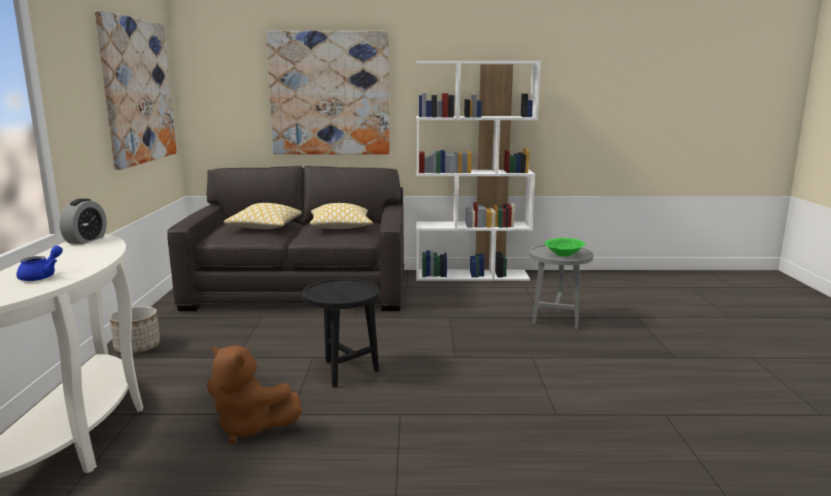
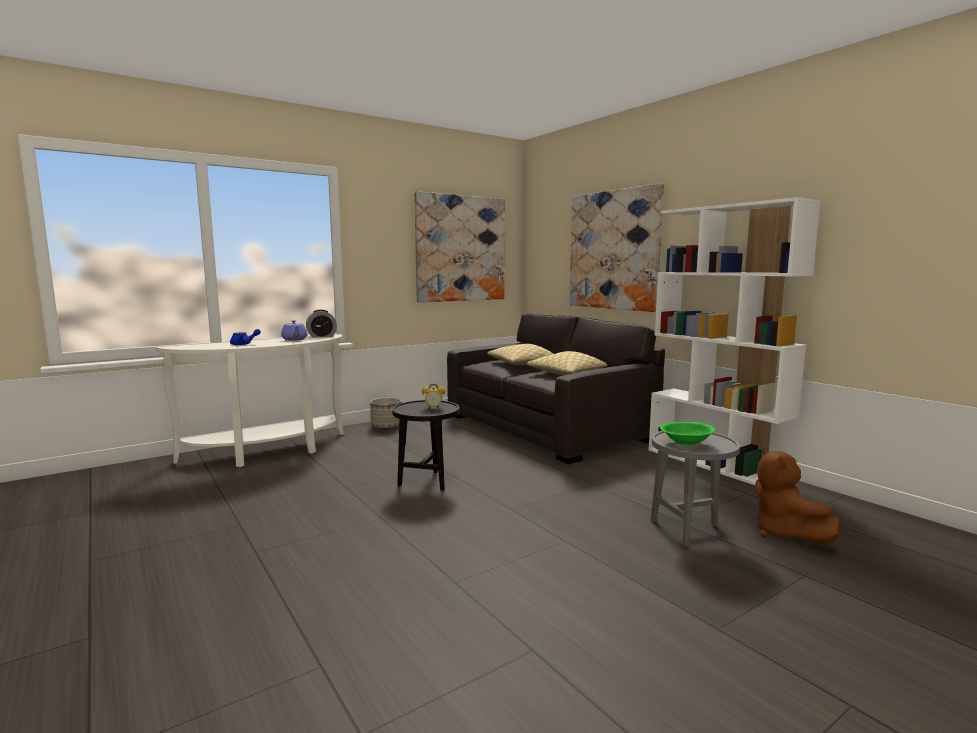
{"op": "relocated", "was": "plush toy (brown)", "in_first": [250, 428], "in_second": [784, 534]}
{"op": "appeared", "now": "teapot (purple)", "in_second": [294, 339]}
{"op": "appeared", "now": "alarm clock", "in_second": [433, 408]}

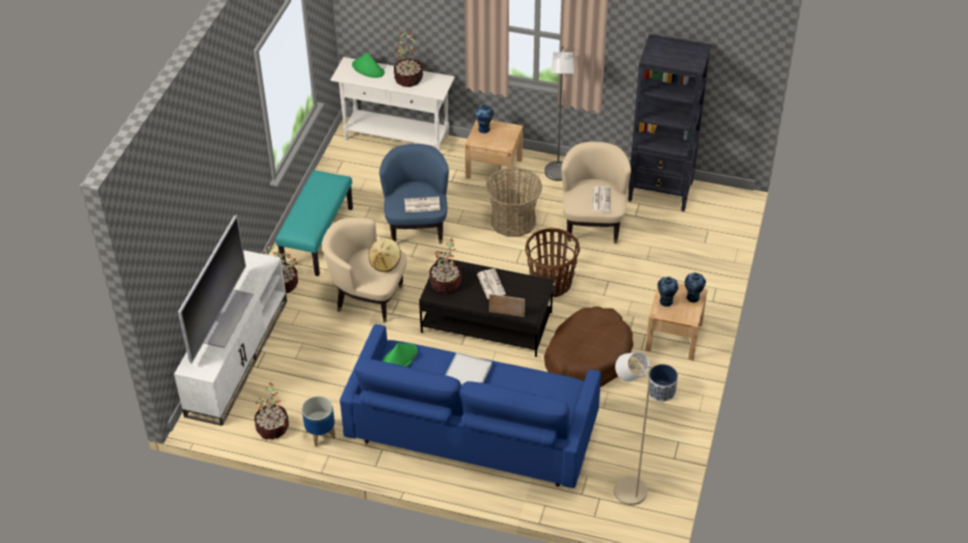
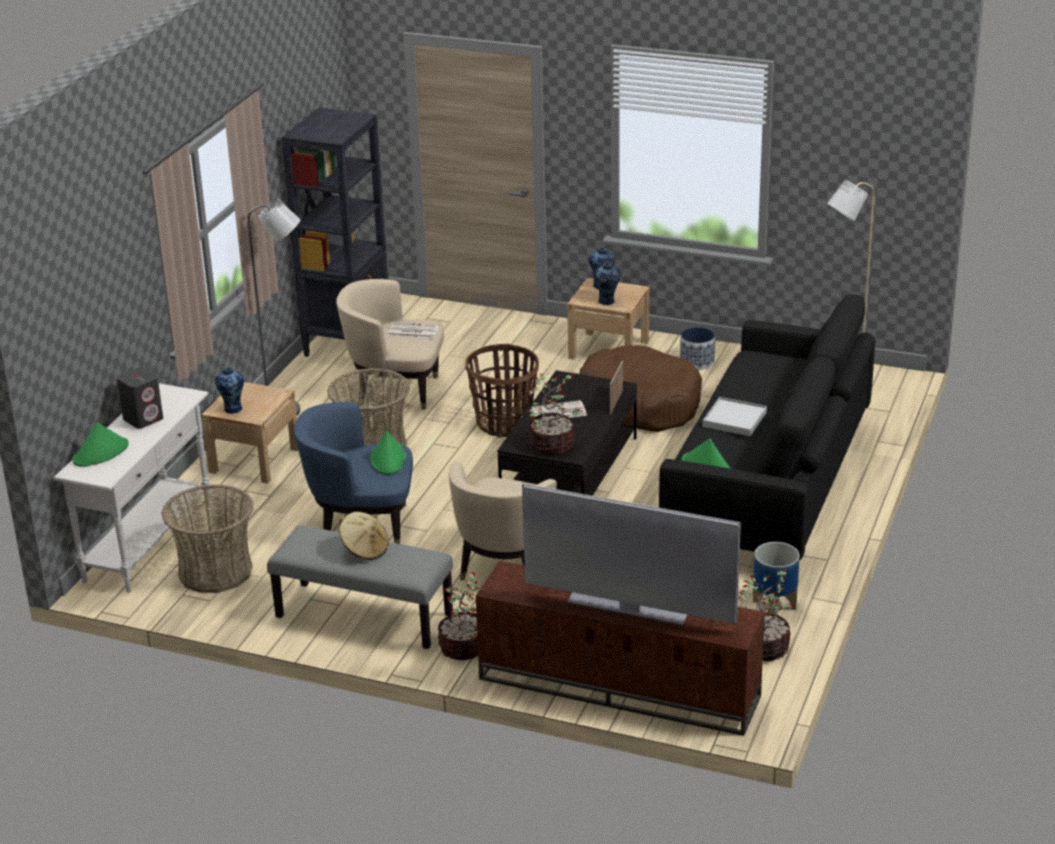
{"op": "exchanged", "was": "potted plant", "now": "speaker (grey)", "in_first": [408, 78], "in_second": [143, 418]}
{"op": "colour", "was": "bench (turquoise)", "now": "bench (grey)", "in_first": [317, 237], "in_second": [363, 616]}
{"op": "exchanged", "was": "newspaper", "now": "hat (green)", "in_first": [421, 205], "in_second": [388, 459]}
{"op": "relocated", "was": "hat (beige)", "in_first": [385, 262], "in_second": [364, 549]}
{"op": "colour", "was": "tv stand (white)", "now": "tv stand (brown)", "in_first": [237, 356], "in_second": [616, 688]}
{"op": "colour", "was": "sofa (blue)", "now": "sofa (black)", "in_first": [471, 434], "in_second": [769, 487]}
{"op": "appeared", "now": "basket", "in_second": [215, 572]}

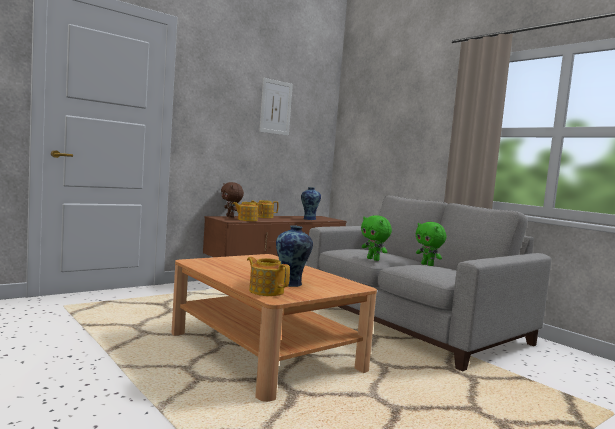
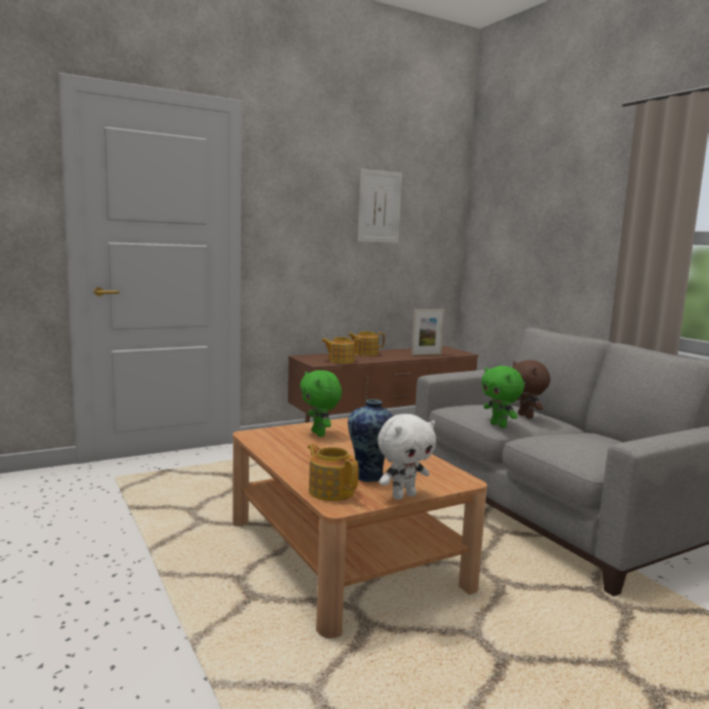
{"op": "relocated", "was": "plush toy (brown)", "in_first": [230, 216], "in_second": [526, 416]}
{"op": "exchanged", "was": "vase", "now": "picture frame", "in_first": [309, 219], "in_second": [426, 354]}
{"op": "relocated", "was": "plush toy (green)", "in_first": [428, 265], "in_second": [319, 434]}
{"op": "appeared", "now": "plush toy (white)", "in_second": [403, 496]}

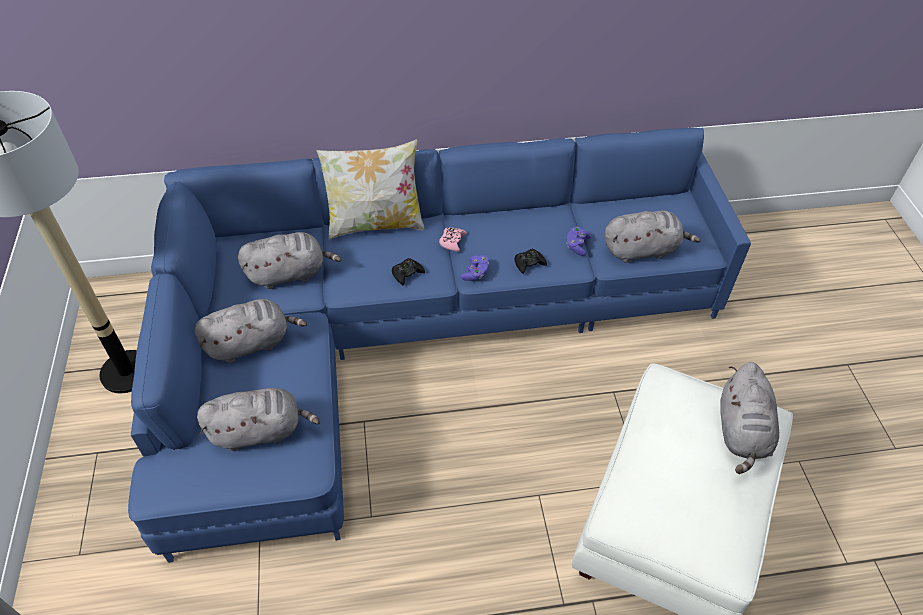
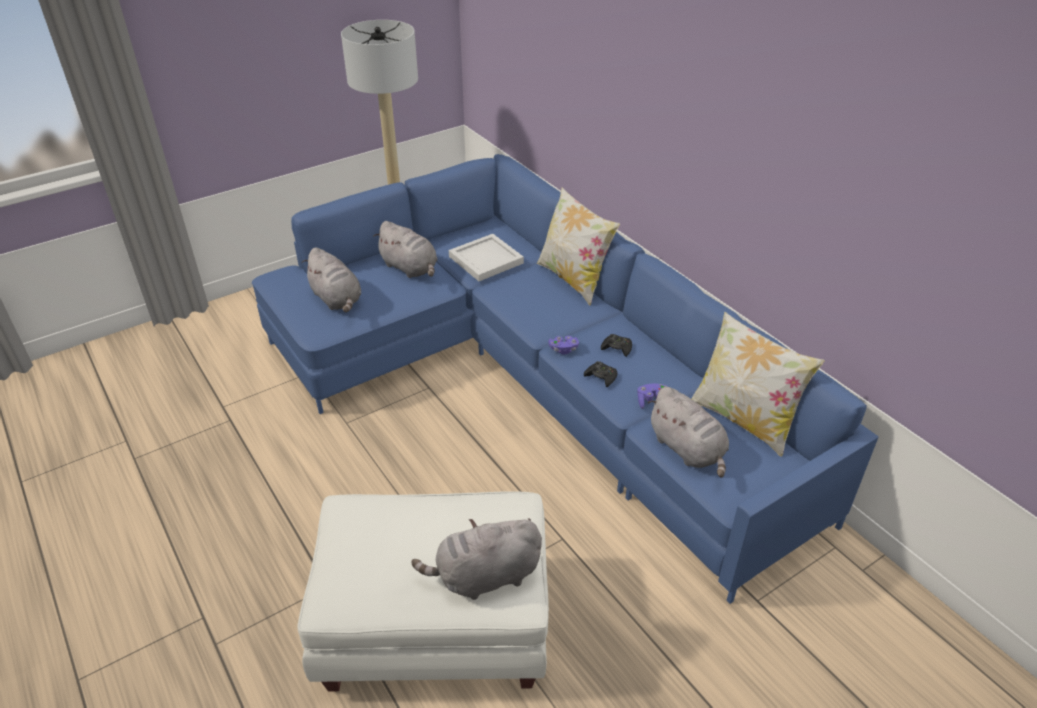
{"op": "missing", "was": "game controller (pink)", "in_first": [452, 241]}
{"op": "exchanged", "was": "plush toy (grey)", "now": "tray (white)", "in_first": [290, 274], "in_second": [487, 260]}
{"op": "relocated", "was": "game controller (black)", "in_first": [407, 274], "in_second": [617, 348]}
{"op": "appeared", "now": "pillow", "in_second": [743, 420]}

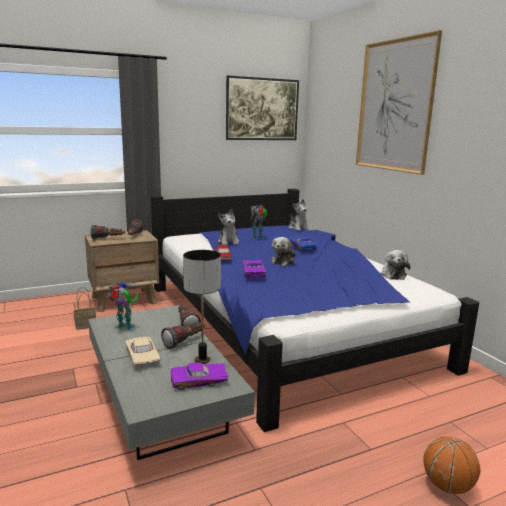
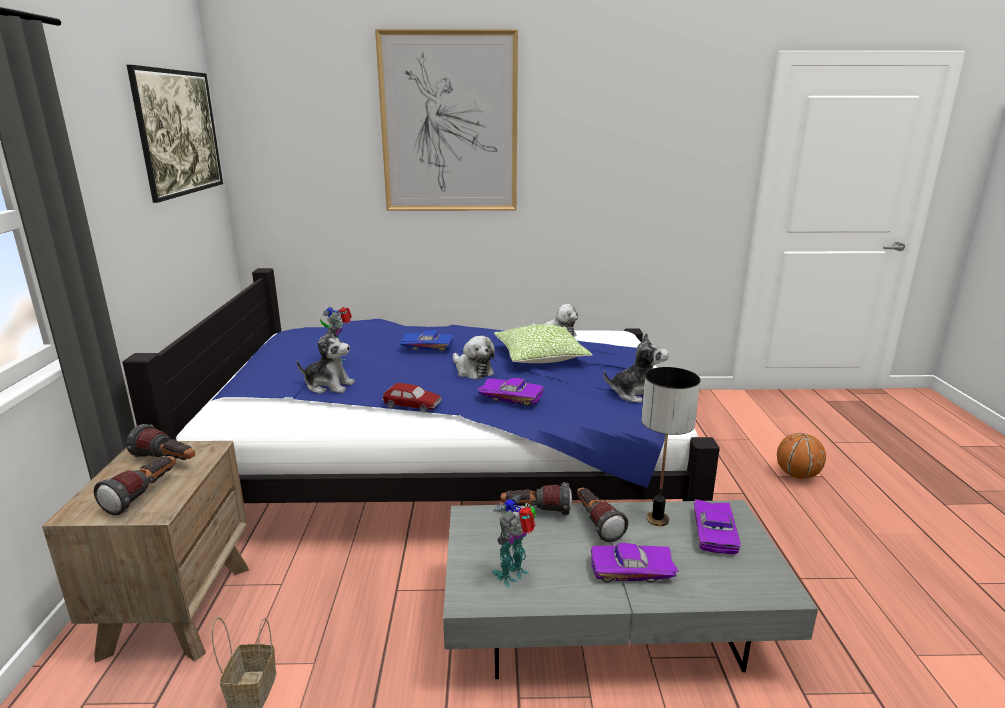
{"op": "relocated", "was": "plush toy", "in_first": [298, 228], "in_second": [635, 394]}
{"op": "colour", "was": "toy car (beige)", "now": "toy car (purple)", "in_first": [141, 357], "in_second": [632, 572]}
{"op": "appeared", "now": "pillow", "in_second": [540, 357]}

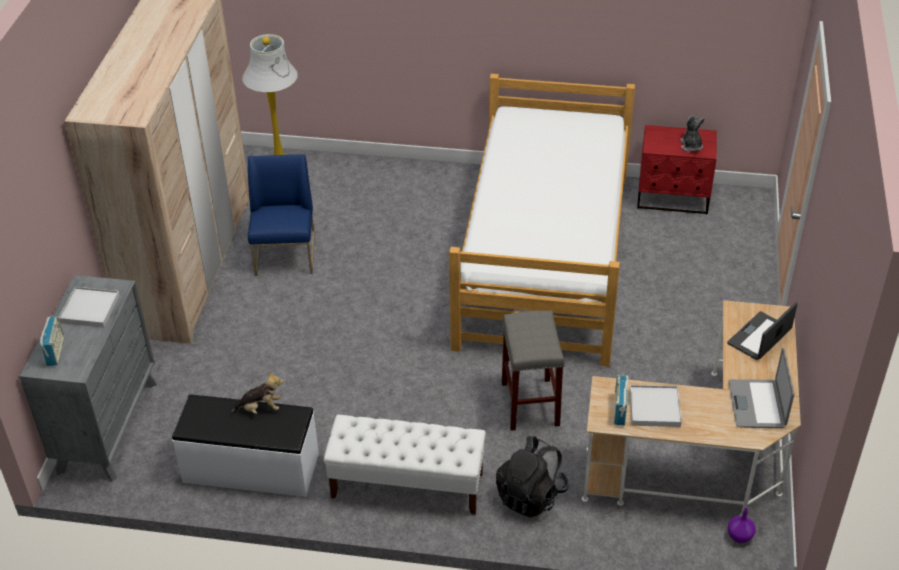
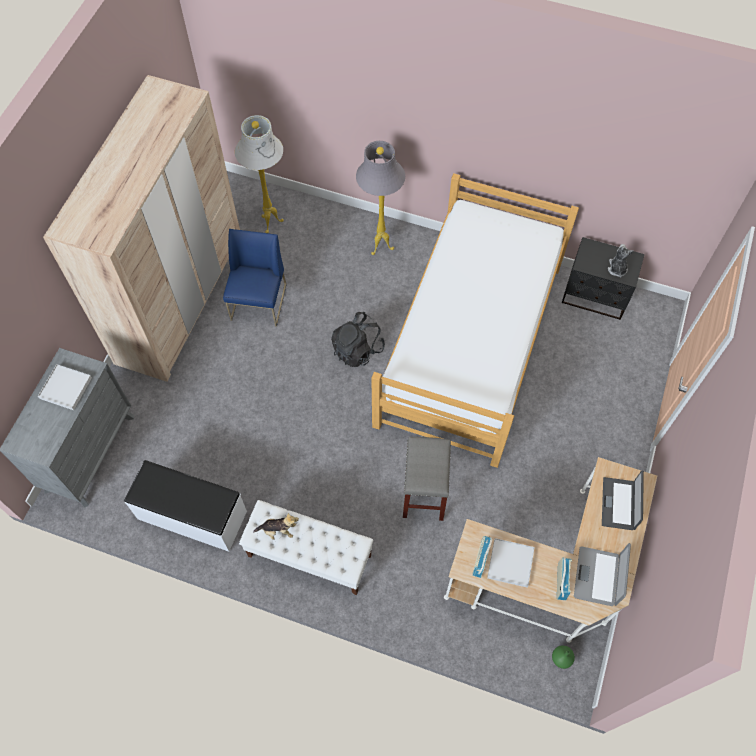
{"op": "colour", "was": "nightstand (red)", "now": "nightstand (black)", "in_first": [673, 198], "in_second": [595, 297]}
{"op": "spun", "was": "laptop", "in_first": [760, 337], "in_second": [619, 504], "clockwise": -45}
{"op": "relocated", "was": "radio", "in_first": [55, 351], "in_second": [561, 581]}
{"op": "relocated", "was": "plush toy", "in_first": [260, 408], "in_second": [278, 530]}
{"op": "relocated", "was": "backpack (black)", "in_first": [531, 495], "in_second": [357, 350]}
{"op": "colour", "was": "vase (purple)", "now": "vase (green)", "in_first": [739, 537], "in_second": [561, 659]}
{"op": "appeared", "now": "floor lamp (grey)", "in_second": [380, 247]}

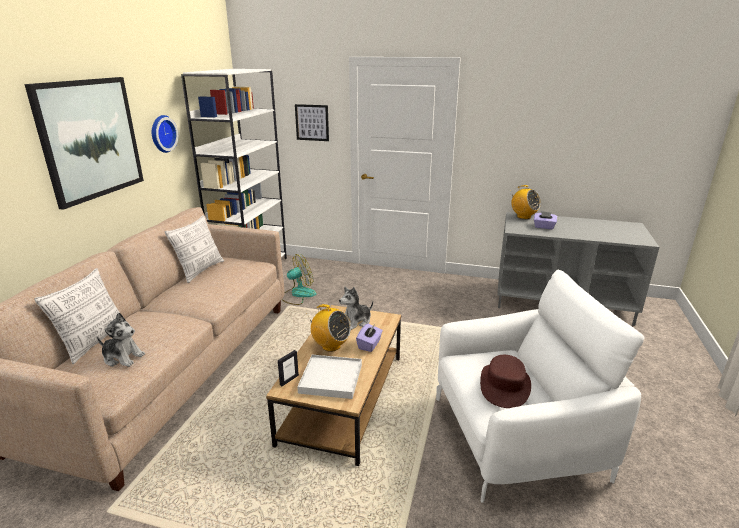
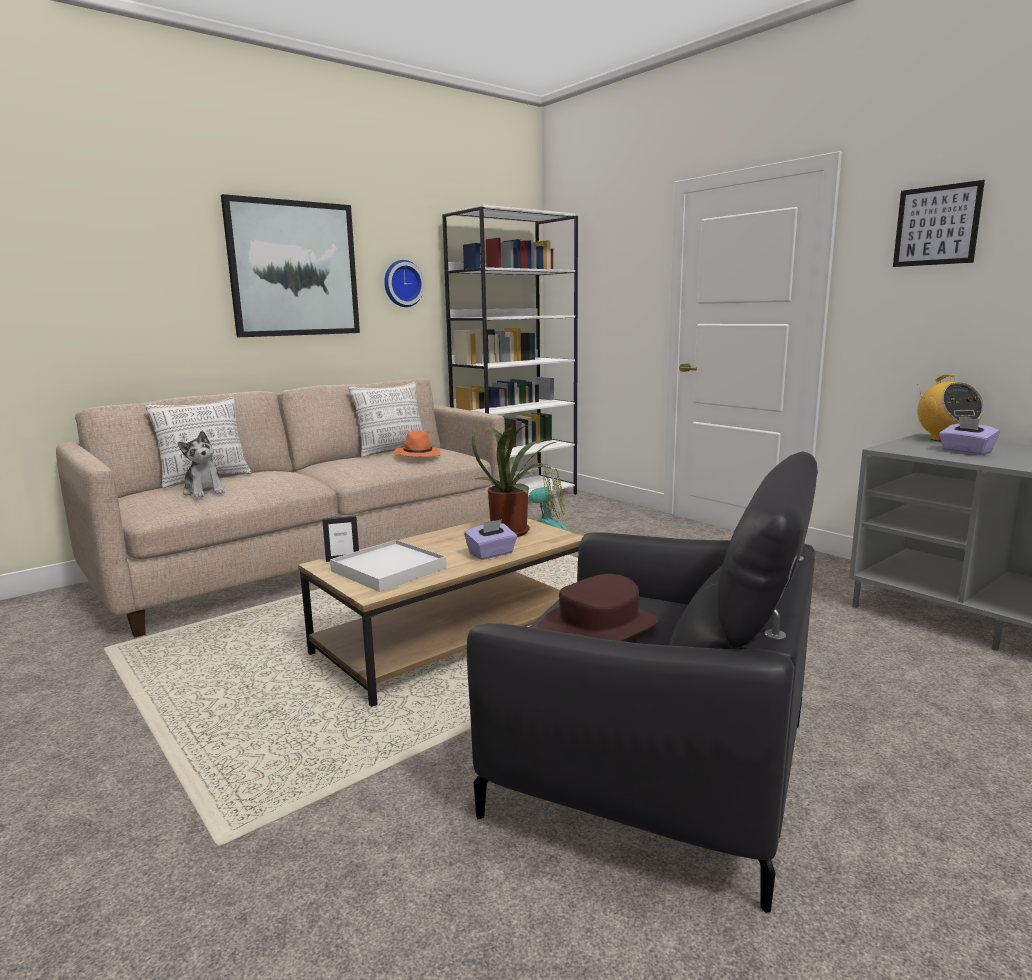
{"op": "relocated", "was": "picture", "in_first": [312, 122], "in_second": [937, 225]}
{"op": "colour", "was": "armchair (white)", "now": "armchair (black)", "in_first": [515, 437], "in_second": [651, 768]}
{"op": "exchanged", "was": "plush toy", "now": "potted plant", "in_first": [356, 322], "in_second": [513, 531]}
{"op": "missing", "was": "radio", "in_first": [330, 346]}
{"op": "appeared", "now": "hat (orange)", "in_second": [417, 456]}

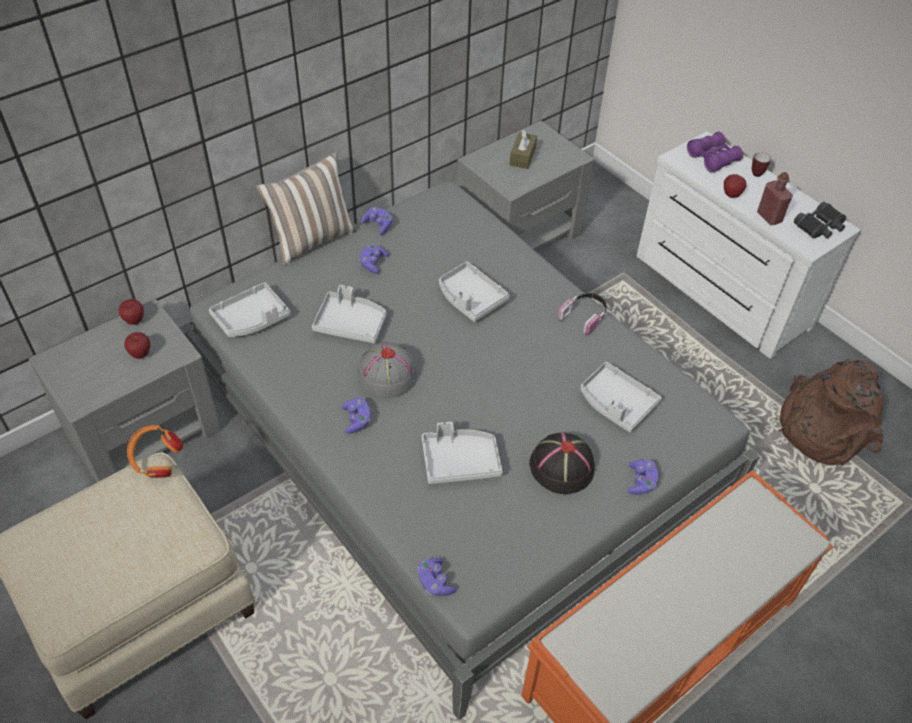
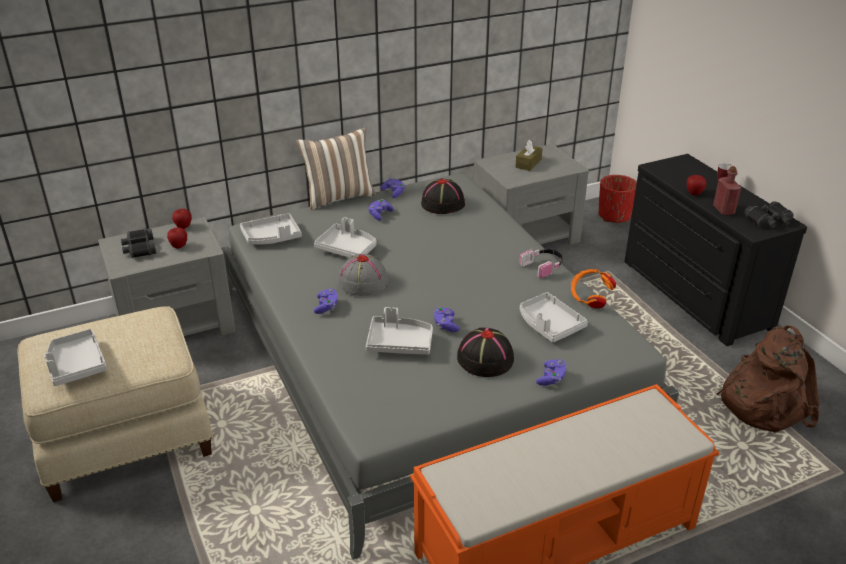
{"op": "colour", "was": "dresser (white)", "now": "dresser (black)", "in_first": [719, 292], "in_second": [692, 295]}
{"op": "missing", "was": "binoculars (purple)", "in_first": [712, 158]}
{"op": "relocated", "was": "tray (grey)", "in_first": [470, 298], "in_second": [76, 365]}
{"op": "relocated", "was": "headphones (orange)", "in_first": [157, 462], "in_second": [590, 299]}
{"op": "relocated", "was": "game controller (purple)", "in_first": [435, 582], "in_second": [445, 325]}
{"op": "appeared", "now": "planter (red)", "in_second": [614, 216]}
{"op": "appeared", "now": "hat (black)", "in_second": [443, 203]}
{"op": "appeared", "now": "binoculars (black)", "in_second": [139, 248]}

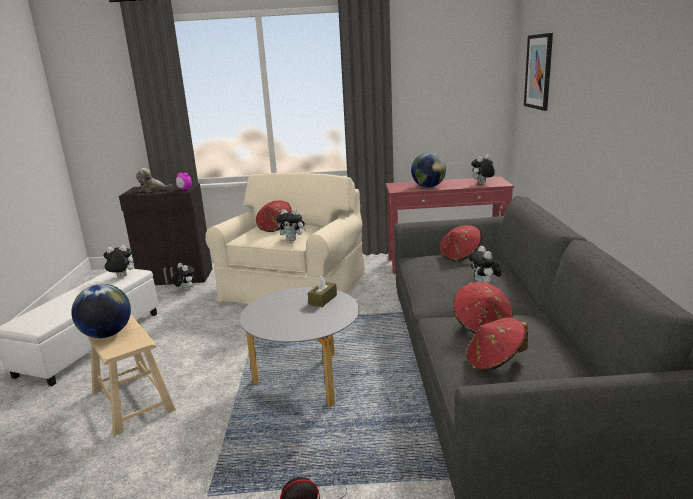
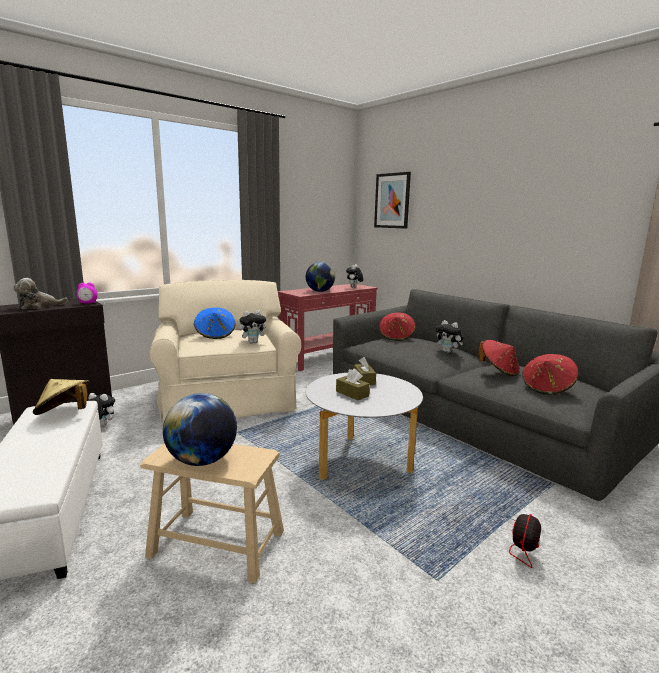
{"op": "colour", "was": "hat (red)", "now": "hat (blue)", "in_first": [275, 227], "in_second": [215, 335]}
{"op": "exchanged", "was": "plush toy", "now": "hat (beige)", "in_first": [121, 277], "in_second": [64, 413]}
{"op": "appeared", "now": "tissue box (brown)", "in_second": [352, 393]}

